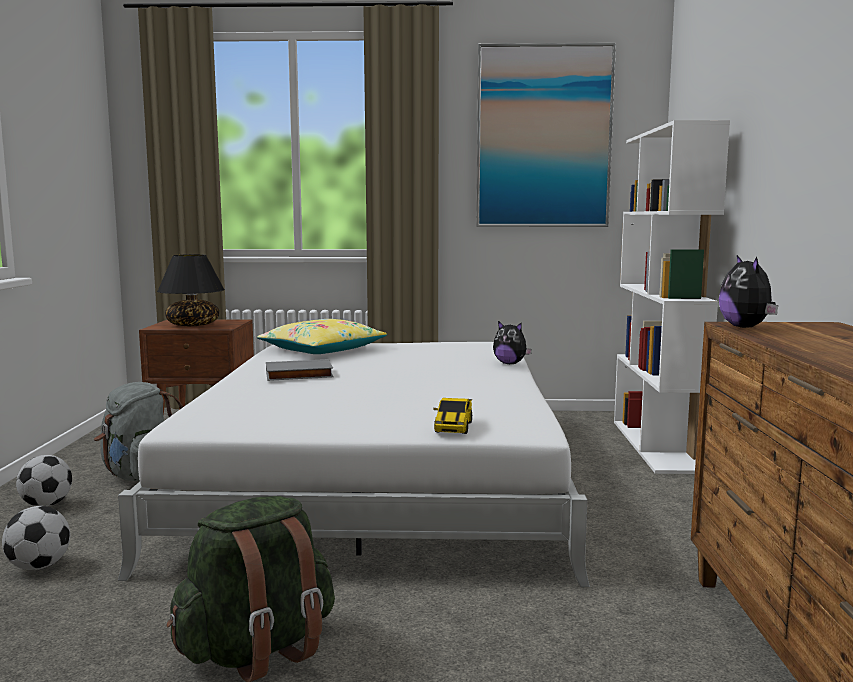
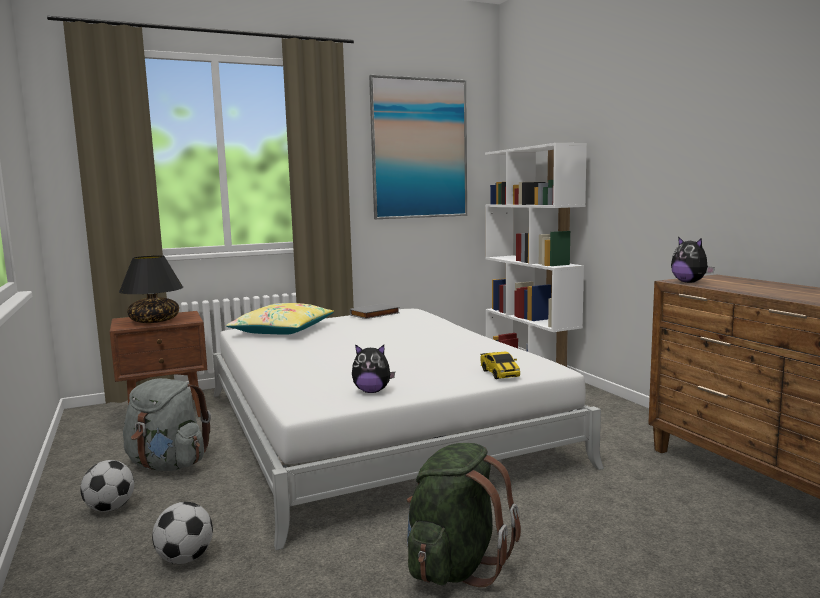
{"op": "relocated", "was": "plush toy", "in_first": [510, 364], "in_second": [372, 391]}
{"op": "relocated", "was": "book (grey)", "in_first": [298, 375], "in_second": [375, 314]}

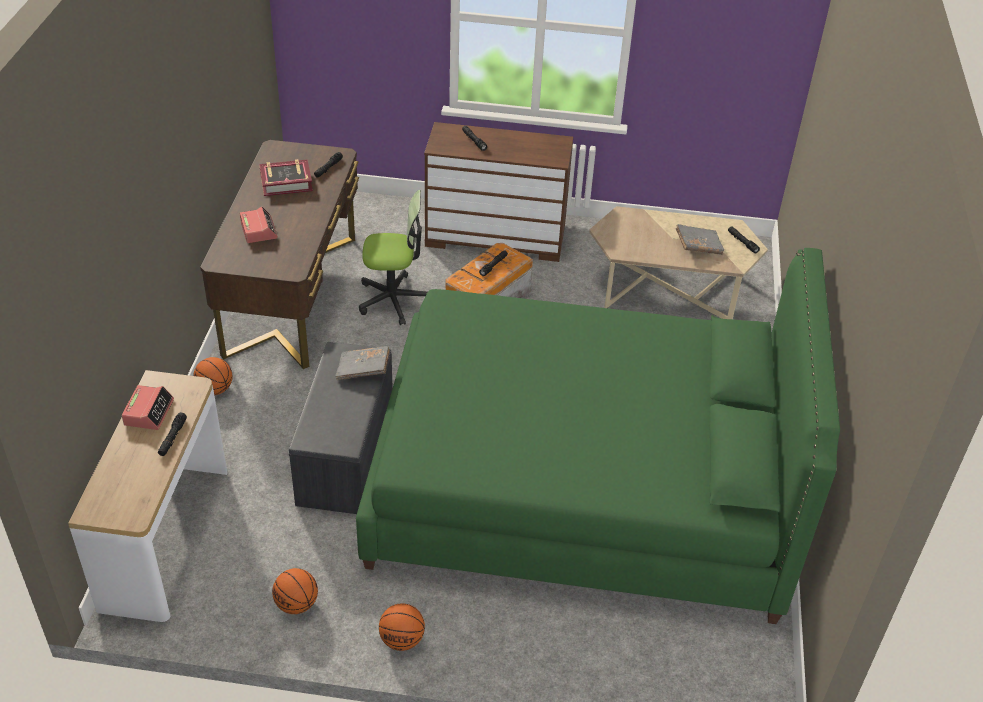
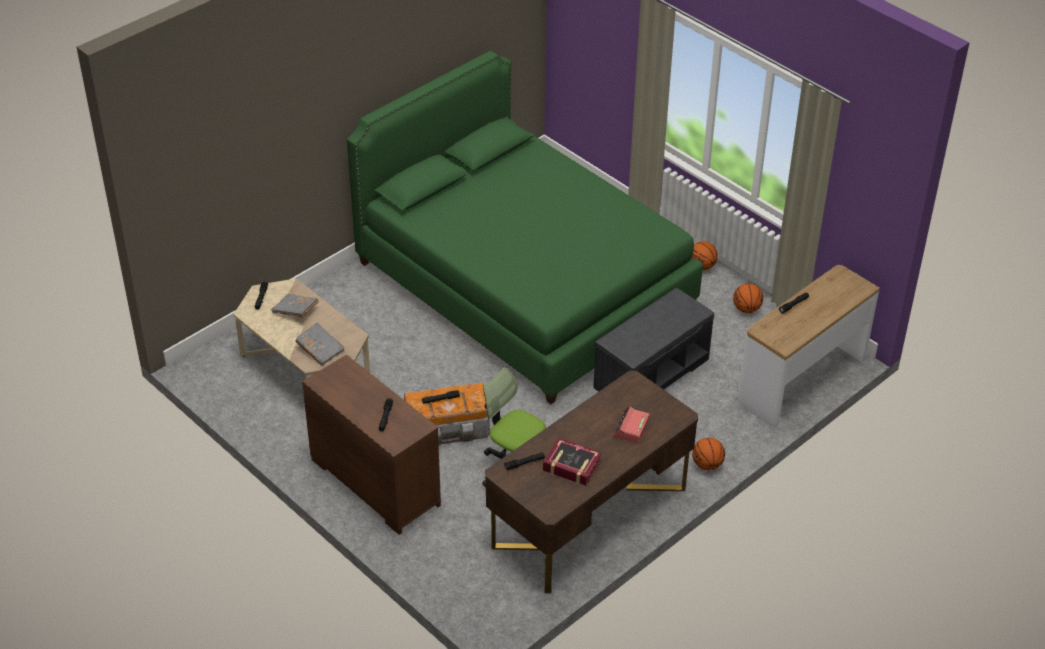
{"op": "relocated", "was": "book (grey)", "in_first": [363, 370], "in_second": [320, 349]}
{"op": "missing", "was": "alarm clock", "in_first": [149, 412]}

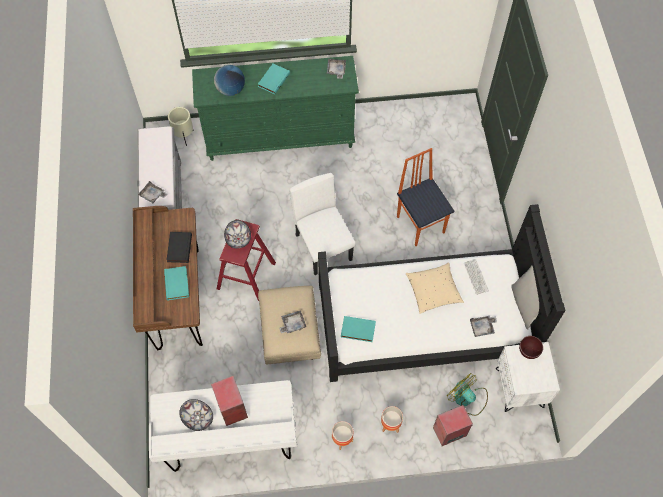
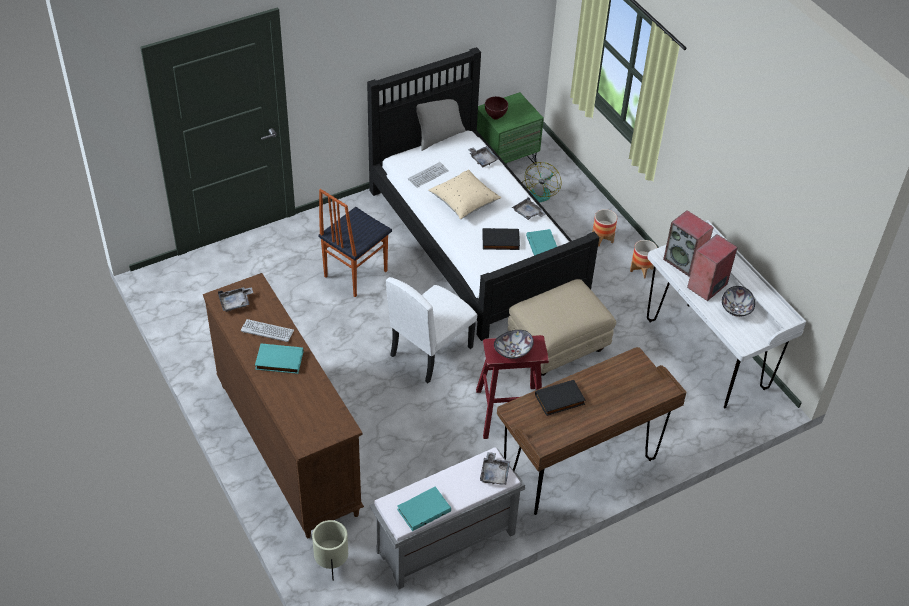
{"op": "colour", "was": "dresser (green)", "now": "dresser (brown)", "in_first": [280, 139], "in_second": [287, 447]}
{"op": "missing", "was": "globe", "in_first": [231, 90]}
{"op": "relocated", "was": "book (turquoise)", "in_first": [177, 284], "in_second": [423, 509]}
{"op": "relocated", "was": "tray (grey)", "in_first": [292, 324], "in_second": [528, 213]}
{"op": "colour", "was": "nightstand (white)", "now": "nightstand (green)", "in_first": [520, 387], "in_second": [505, 159]}
{"op": "relocated", "was": "speaker", "in_first": [449, 432], "in_second": [684, 262]}
{"op": "appeared", "now": "book (black)", "in_second": [500, 241]}
{"op": "appeared", "now": "keyboard", "in_second": [267, 331]}

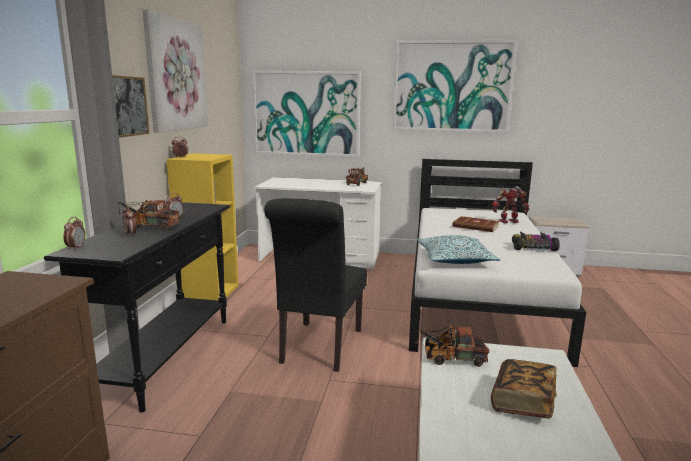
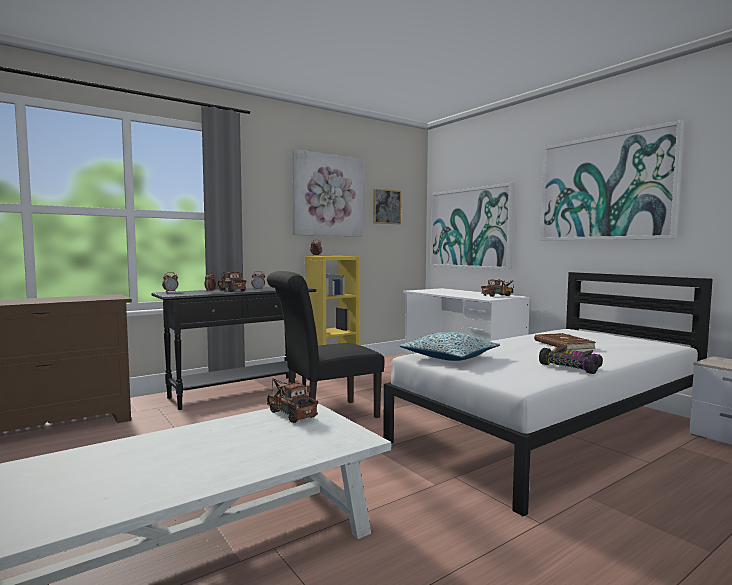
{"op": "relocated", "was": "picture", "in_first": [127, 106], "in_second": [386, 206]}
{"op": "missing", "was": "toy robot", "in_first": [509, 222]}
{"op": "missing", "was": "book", "in_first": [523, 402]}

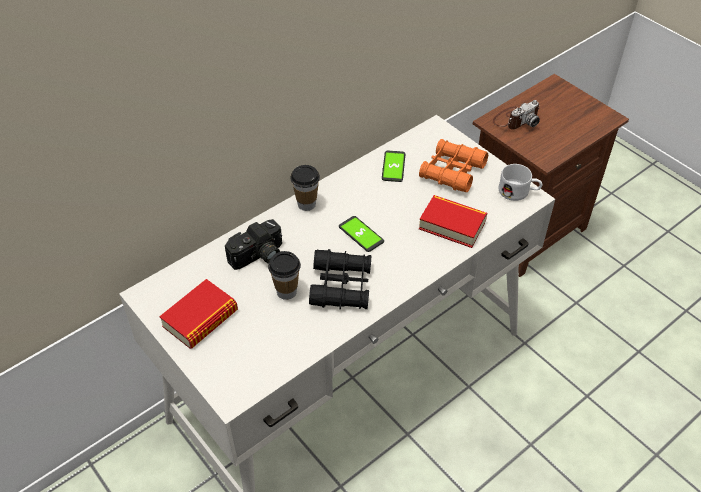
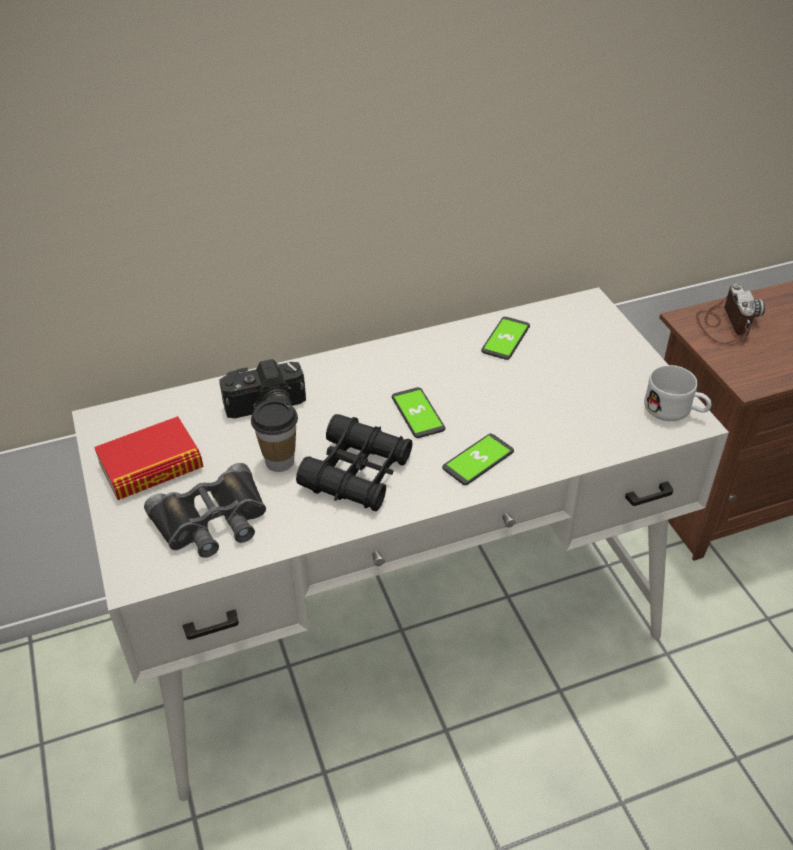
{"op": "spun", "was": "photo camera", "in_first": [515, 119], "in_second": [724, 324], "clockwise": -75}
{"op": "missing", "was": "binoculars (orange)", "in_first": [452, 172]}
{"op": "missing", "was": "cup", "in_first": [306, 204]}
{"op": "missing", "was": "book", "in_first": [452, 225]}
{"op": "appeared", "now": "phone", "in_second": [478, 460]}
{"op": "appeared", "now": "binoculars (black)", "in_second": [212, 521]}

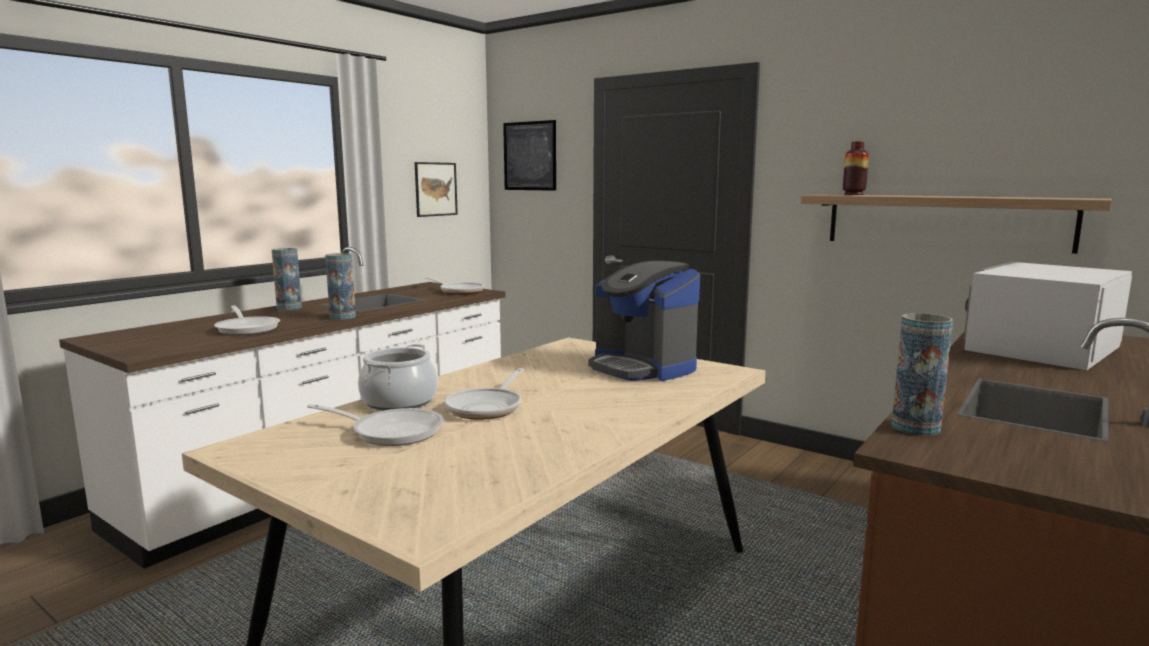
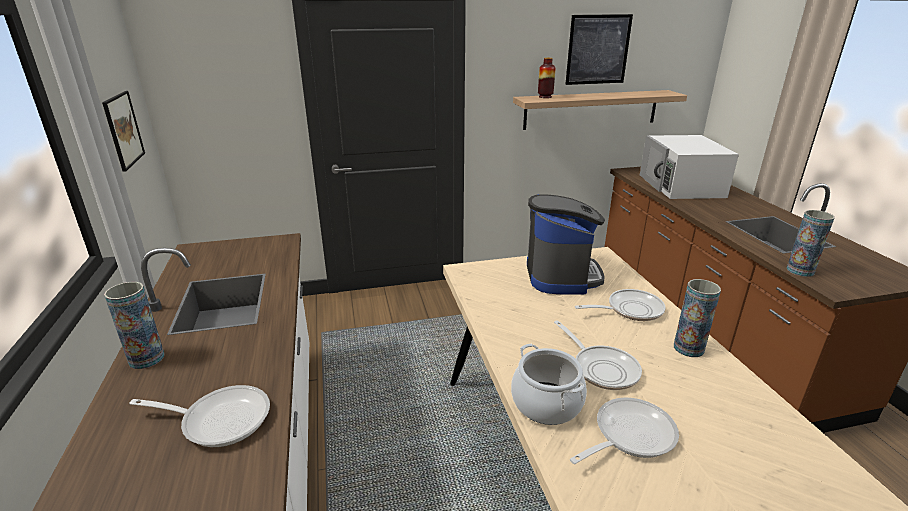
{"op": "relocated", "was": "picture", "in_first": [529, 156], "in_second": [598, 50]}
{"op": "relocated", "was": "vase", "in_first": [342, 317], "in_second": [688, 348]}
{"op": "spun", "was": "coffee machine", "in_first": [642, 367], "in_second": [561, 275], "clockwise": -90}
{"op": "relocated", "was": "frying pan", "in_first": [459, 291], "in_second": [630, 310]}

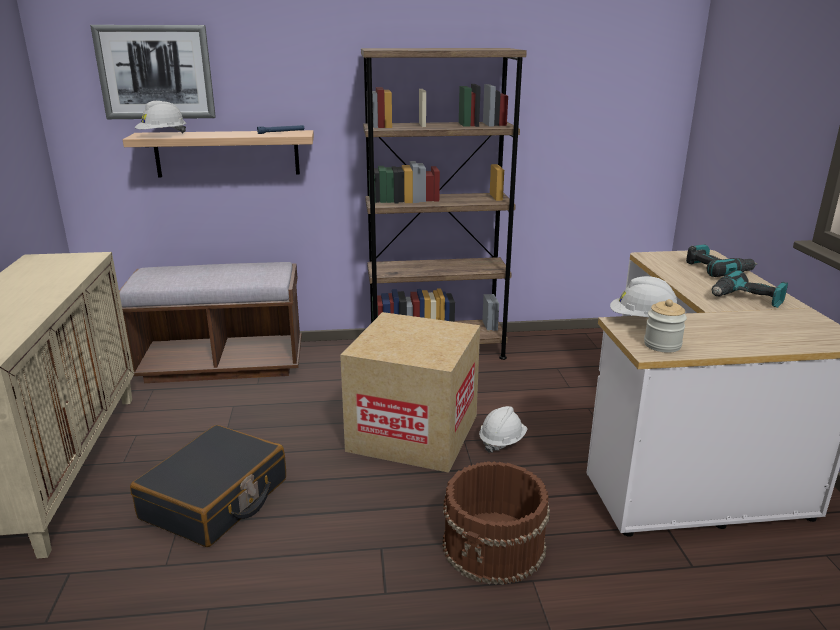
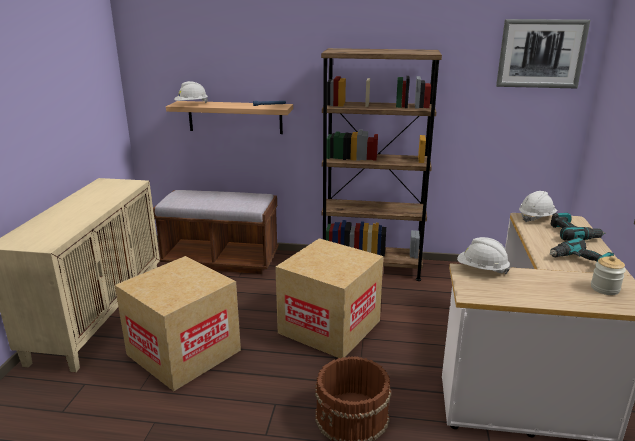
{"op": "relocated", "was": "picture", "in_first": [155, 72], "in_second": [541, 54]}
{"op": "relocated", "was": "jar", "in_first": [662, 345], "in_second": [604, 288]}
{"op": "relocated", "was": "hard hat (white)", "in_first": [502, 441], "in_second": [536, 217]}
{"op": "exchanged", "was": "suitcase (black)", "now": "cardboard box", "in_first": [215, 499], "in_second": [184, 352]}

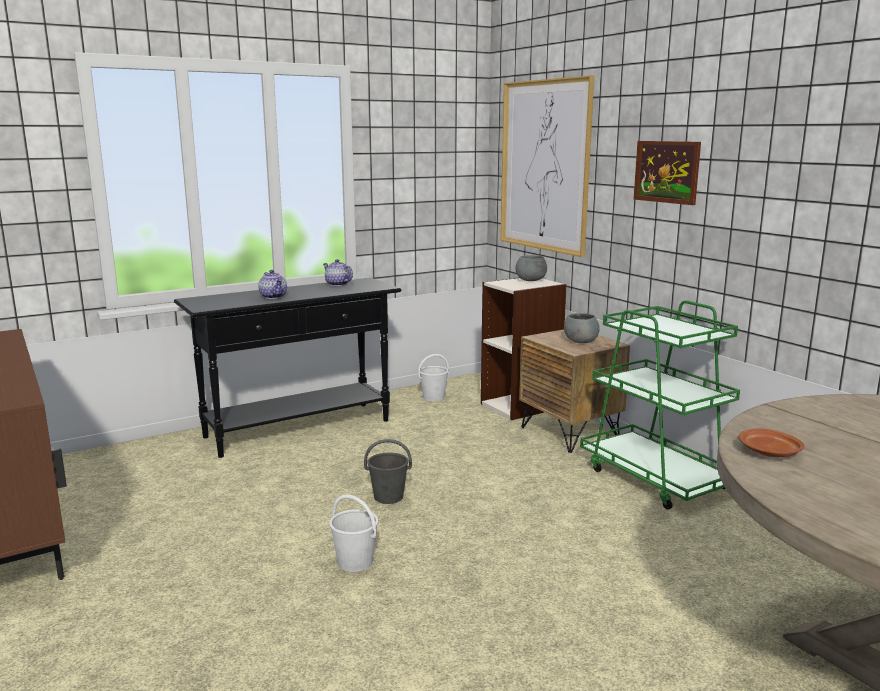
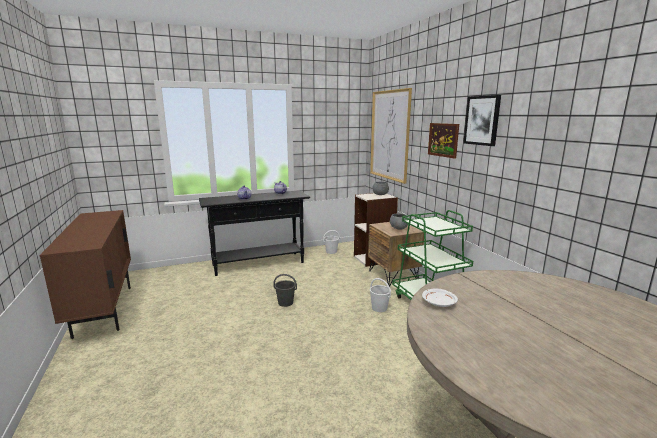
{"op": "colour", "was": "plate (brown)", "now": "plate (white)", "in_first": [769, 453], "in_second": [439, 303]}
{"op": "relocated", "was": "bucket (white)", "in_first": [355, 563], "in_second": [379, 308]}
{"op": "appeared", "now": "picture", "in_second": [482, 120]}

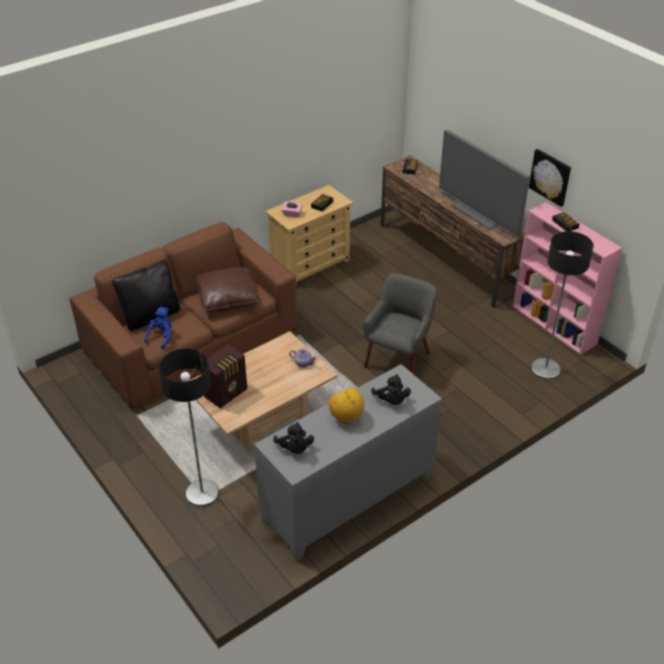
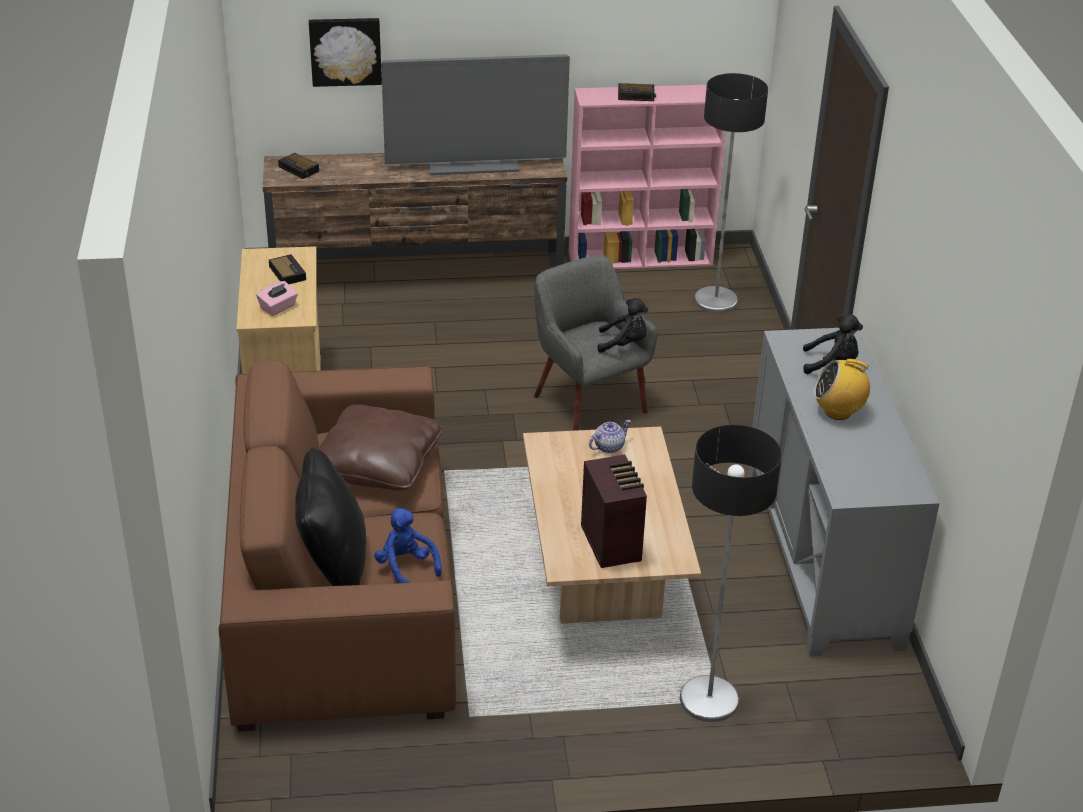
{"op": "relocated", "was": "picture", "in_first": [551, 177], "in_second": [345, 51]}
{"op": "relocated", "was": "plush toy (black)", "in_first": [294, 448], "in_second": [624, 344]}

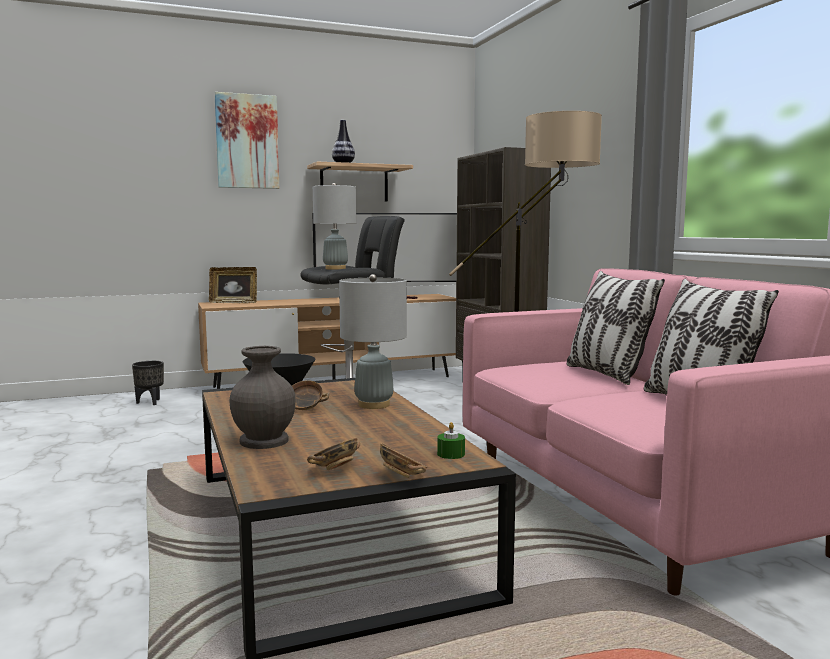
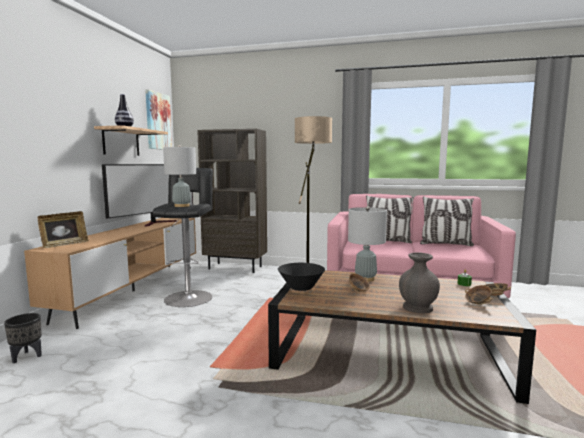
{"op": "relocated", "was": "picture", "in_first": [247, 141], "in_second": [158, 121]}

